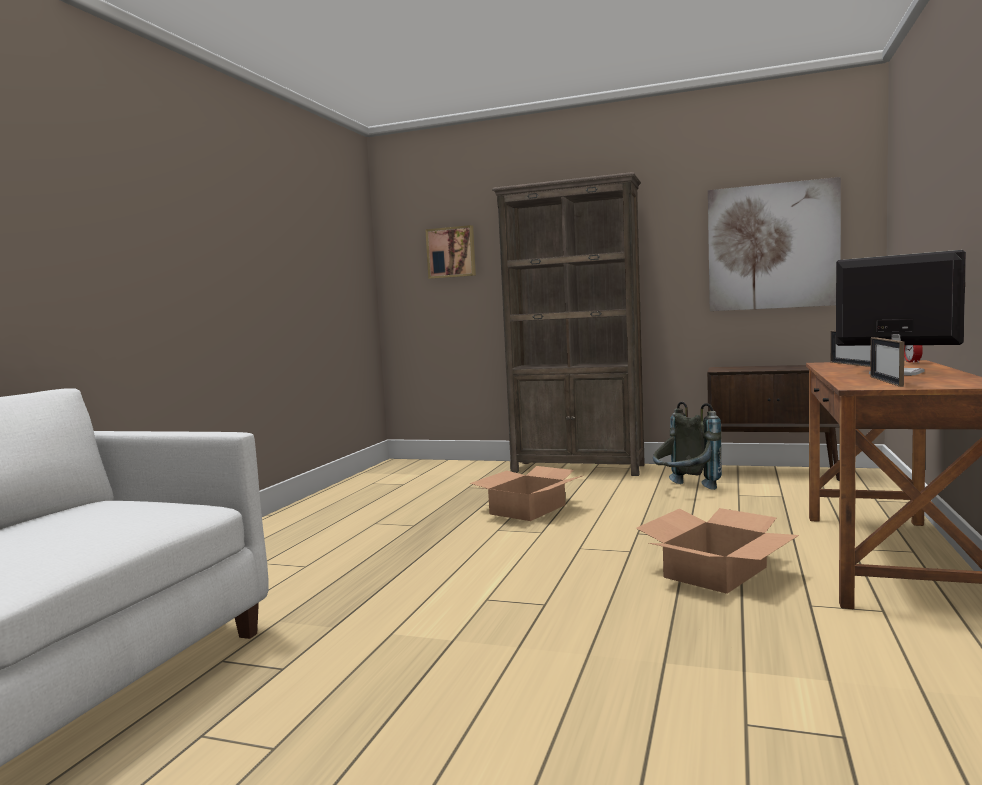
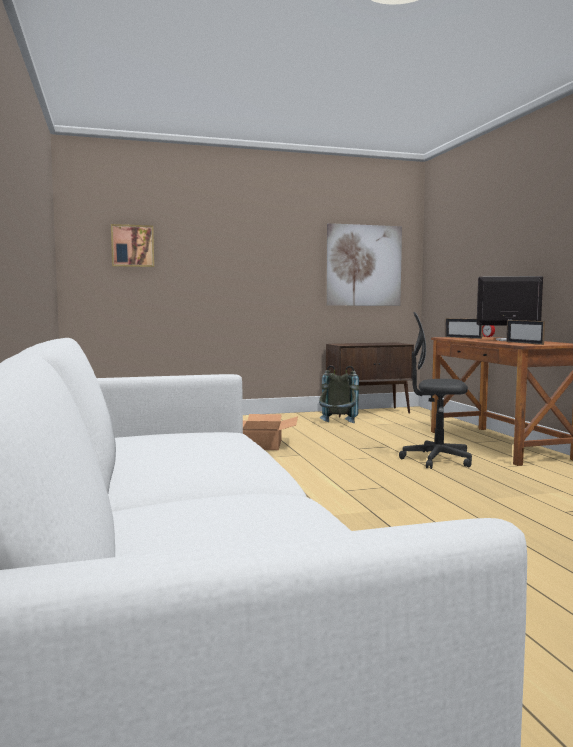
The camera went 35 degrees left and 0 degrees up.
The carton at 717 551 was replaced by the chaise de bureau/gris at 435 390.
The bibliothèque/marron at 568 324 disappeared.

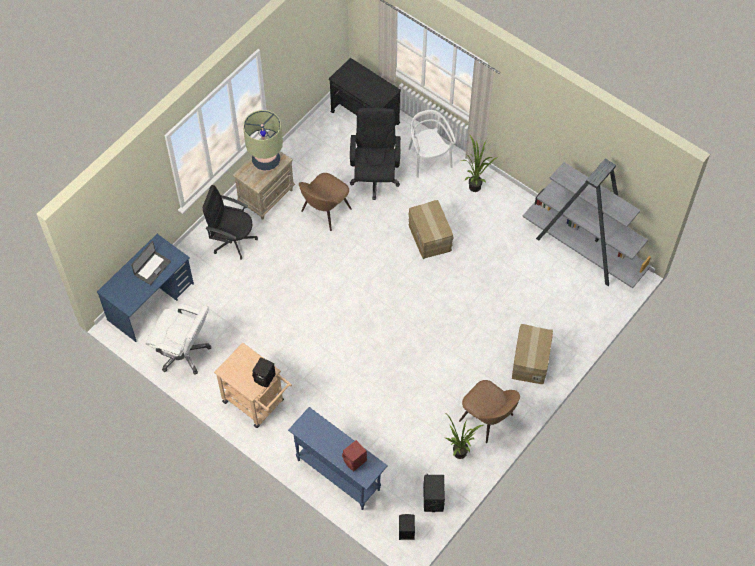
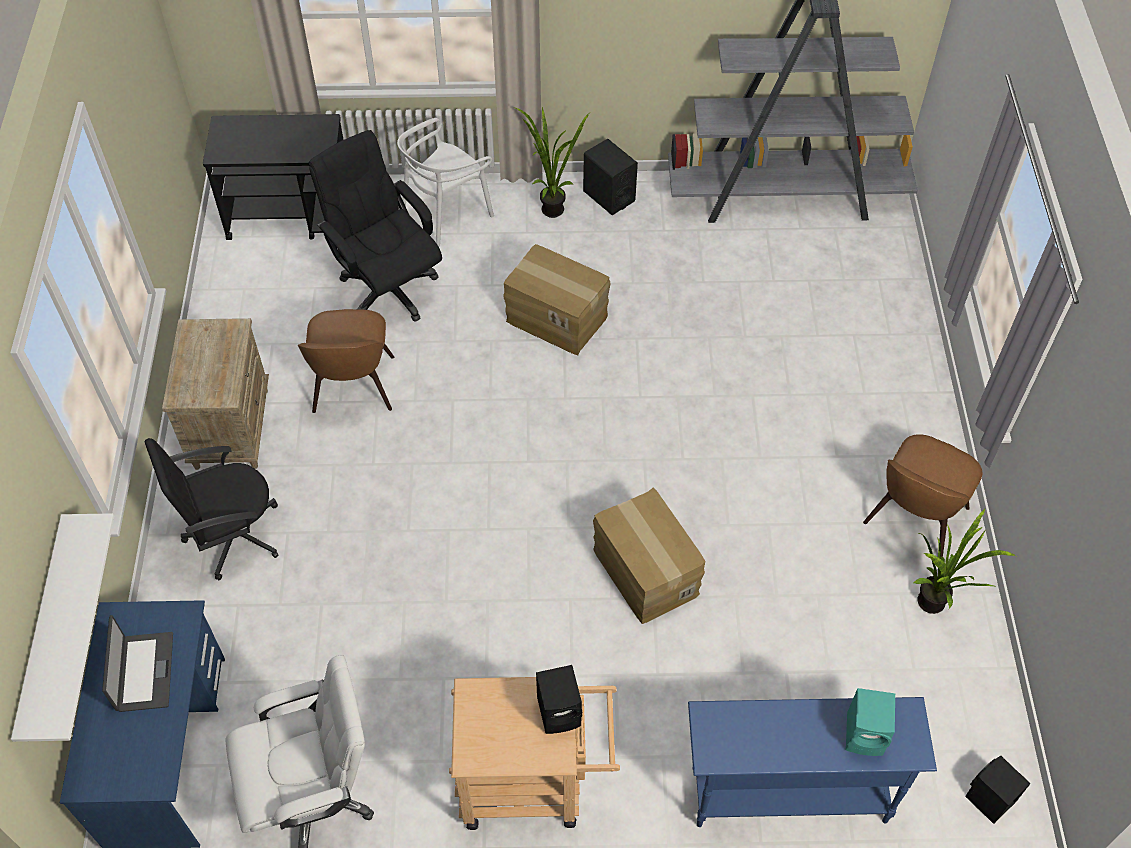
The camera went 40 degrees left and 5 degrees down.
The étagère/blanc at 62 627 appeared.
The chaise/blanc at 432 144 turned 75 degrees counterclockwise.
The enceinte/noir moved from 434 493 to 610 177.
The carton moved from 532 354 to 649 555.
The enceinte/rouge at 354 455 became the enceinte/turquoise at 870 722.
The chaise/marron at 489 411 turned 120 degrees clockwise.
The lampe de table at 263 140 disappeared.

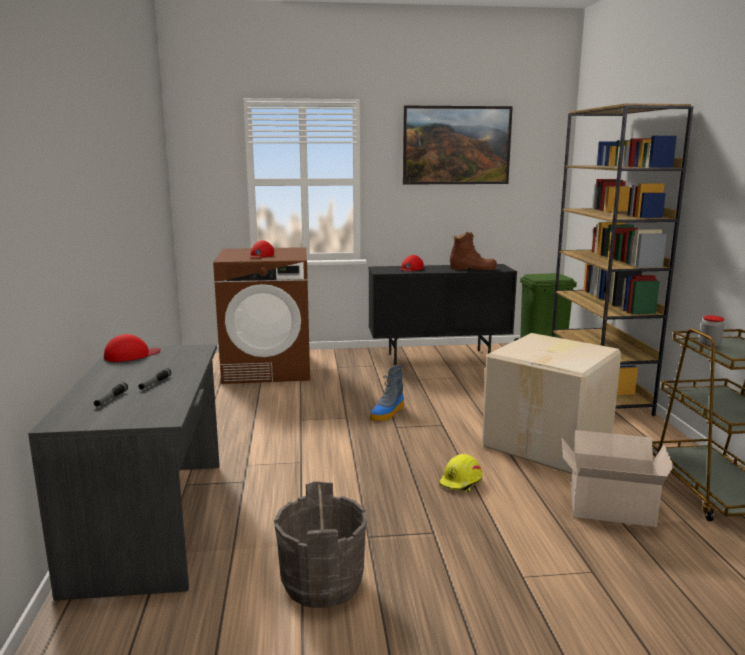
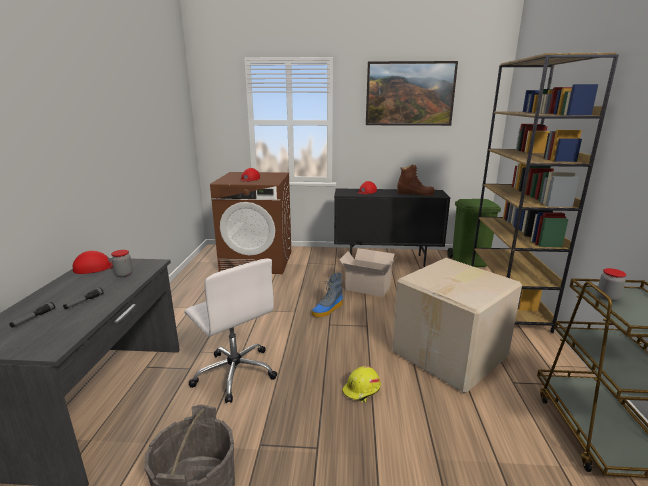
The camera went 10 degrees right and 5 degrees up.
The bocal at 122 263 appeared.
The chaise de bureau/blanc at 230 331 appeared.
The carton moved from 618 478 to 367 272.

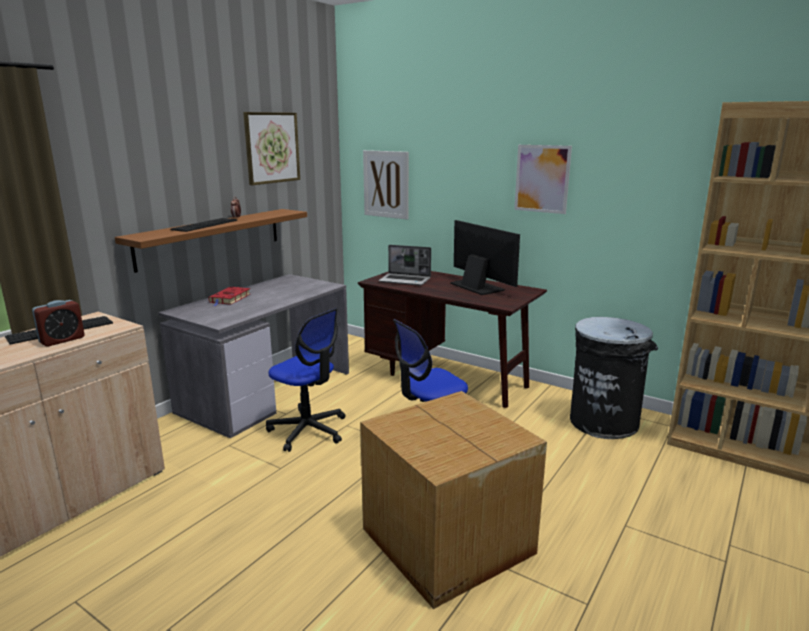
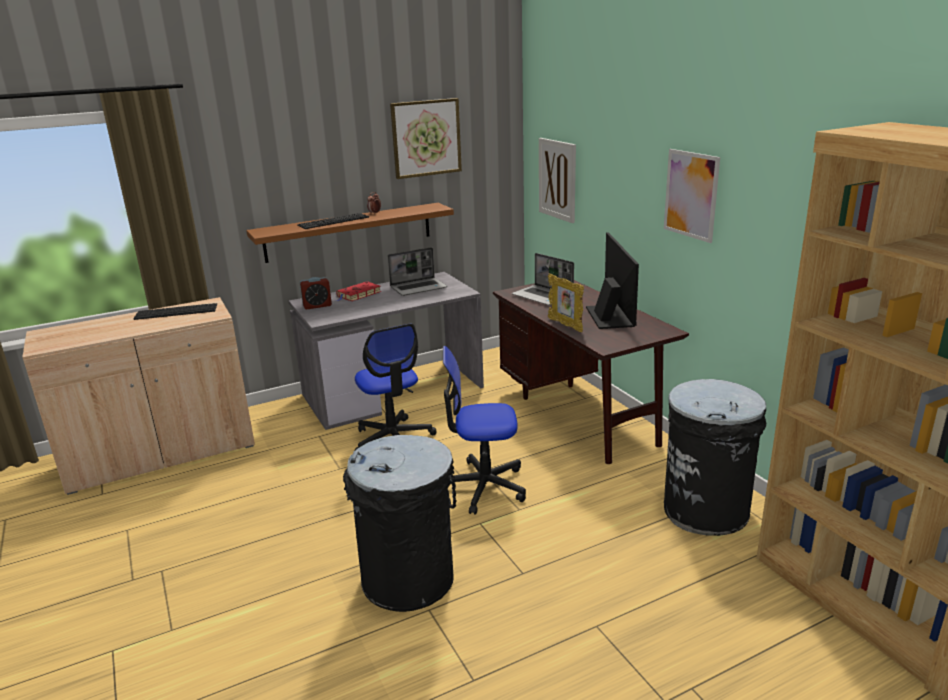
The camera went 30 degrees right and 5 degrees up.
The réveil moved from 58 323 to 316 293.
The carton at 453 500 was replaced by the poubelle/noir at 400 523.
The ordinateur portable at 417 271 appeared.
The cadre photo at 566 302 appeared.

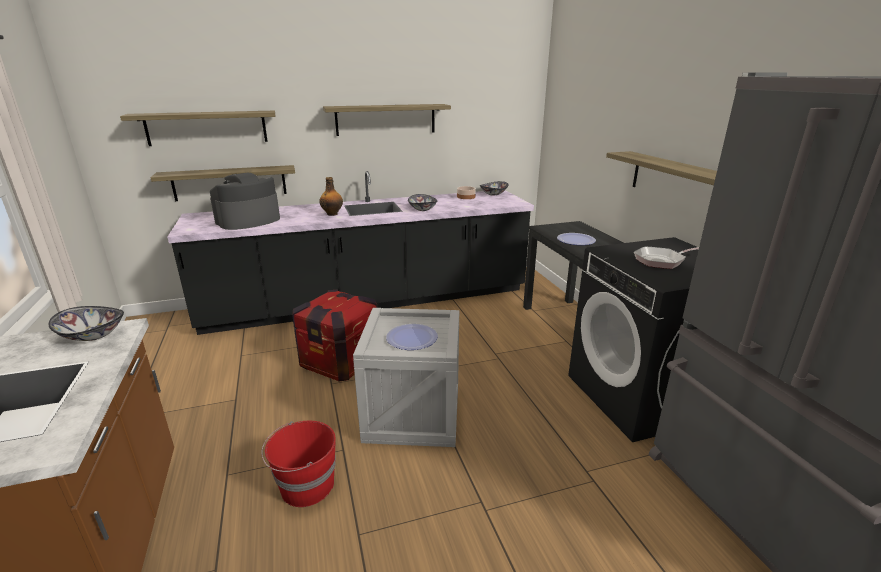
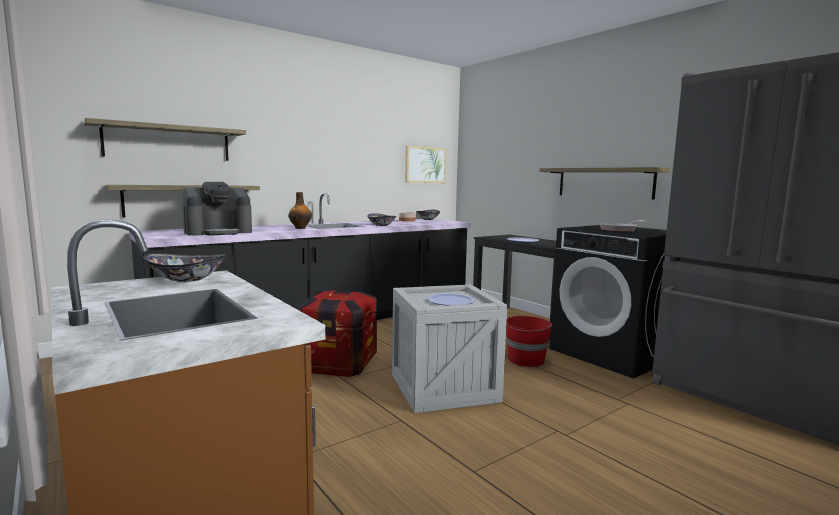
The camera went 20 degrees left and 15 degrees down.
The machine à café at 245 201 turned 150 degrees counterclockwise.
The tableau at 425 164 appeared.
The seau/rouge moved from 298 464 to 529 341.
The étagère at 387 120 disappeared.

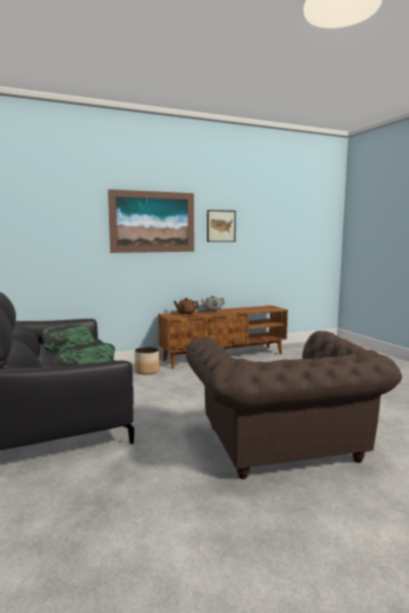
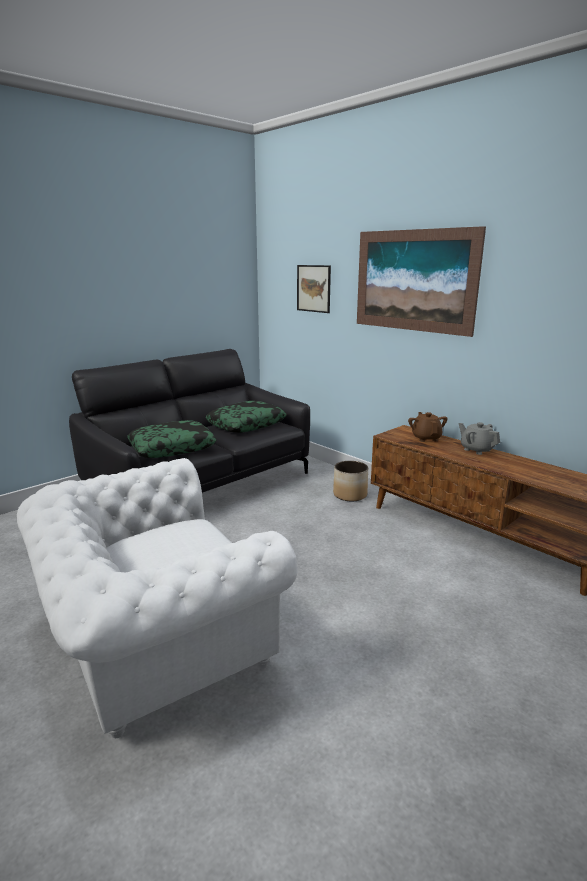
The camera went 70 degrees right and 10 degrees up.
The fauteuil/marron at 294 405 became the fauteuil/blanc at 157 598.
The tableau moved from 221 226 to 314 289.

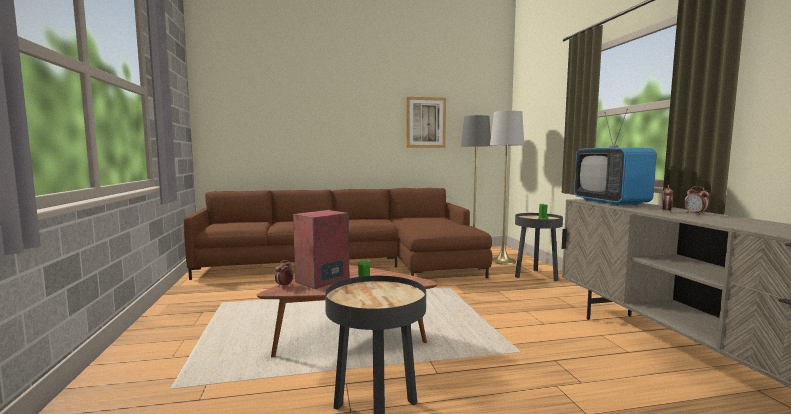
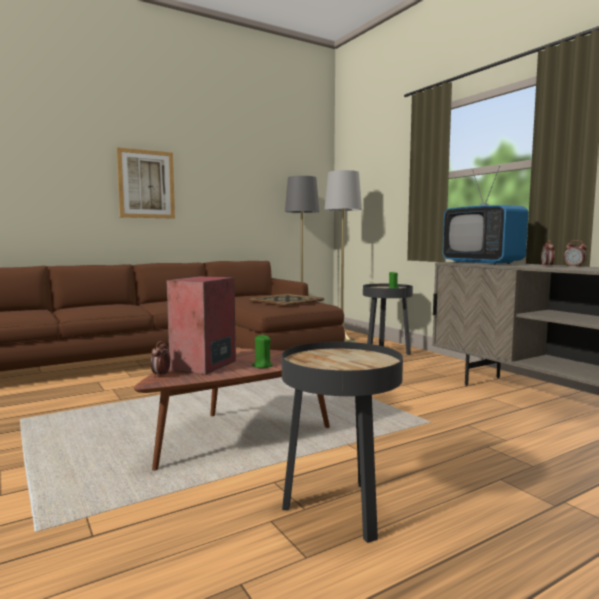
The camera went 20 degrees left and 0 degrees up.
The tableau moved from 426 122 to 146 183.
The plateau at 286 300 appeared.

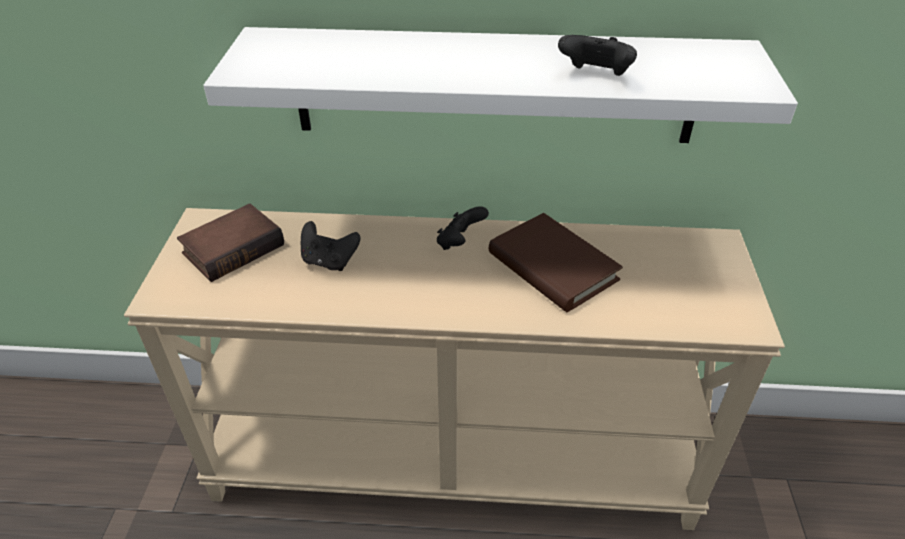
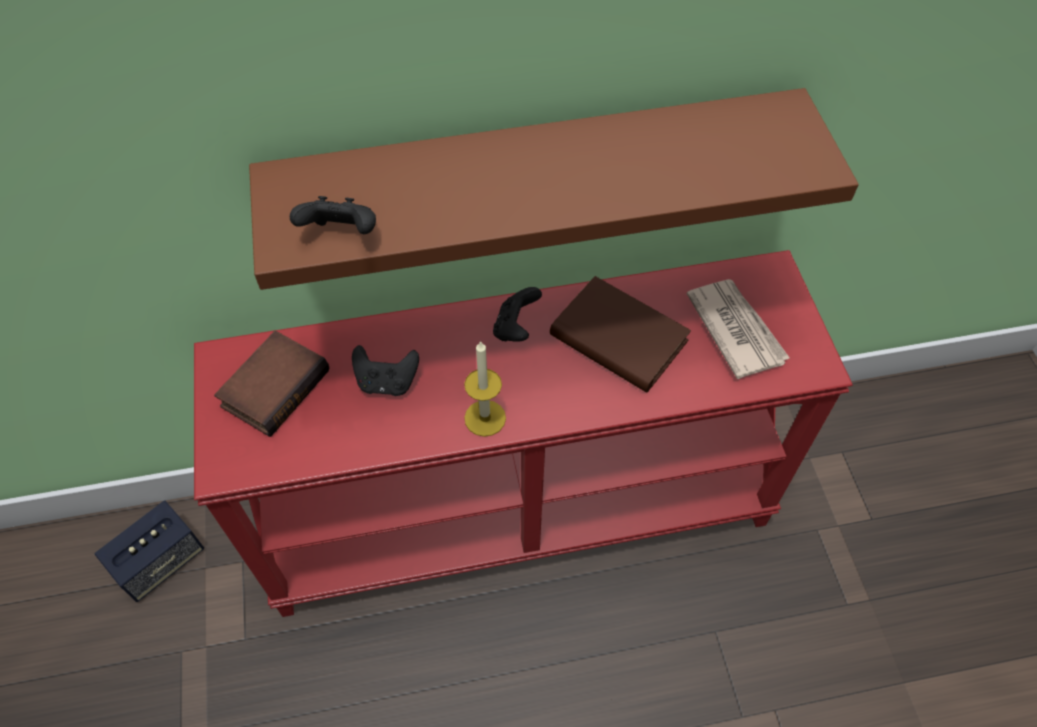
The camera went 15 degrees left and 15 degrees up.
The enceinte at 149 551 appeared.
The table console/beige at 454 369 became the table console/rouge at 523 433.
The étagère/blanc at 500 85 became the étagère/marron at 554 189.
The manette/noir moved from 597 55 to 333 215.
The bougie at 485 388 appeared.
The journal at 738 329 appeared.

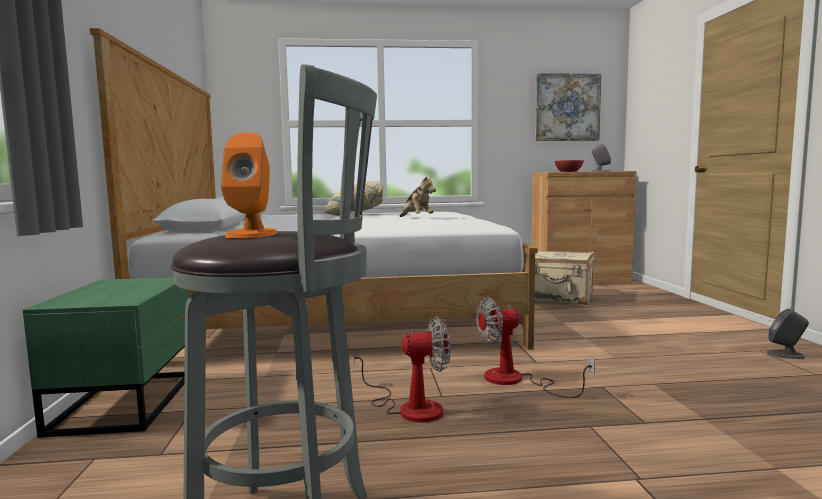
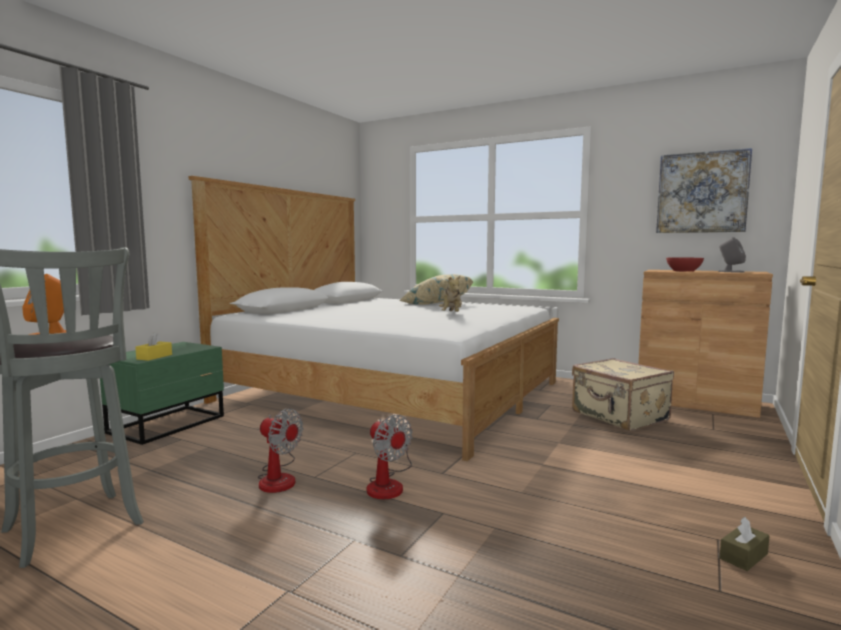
The camera went 35 degrees right and 0 degrees up.
The boîte à mouchoirs/jaune at 153 346 appeared.
The ventilateur at 535 347 turned 150 degrees counterclockwise.
The enceinte/gris at 788 334 was replaced by the boîte à mouchoirs/marron at 744 544.

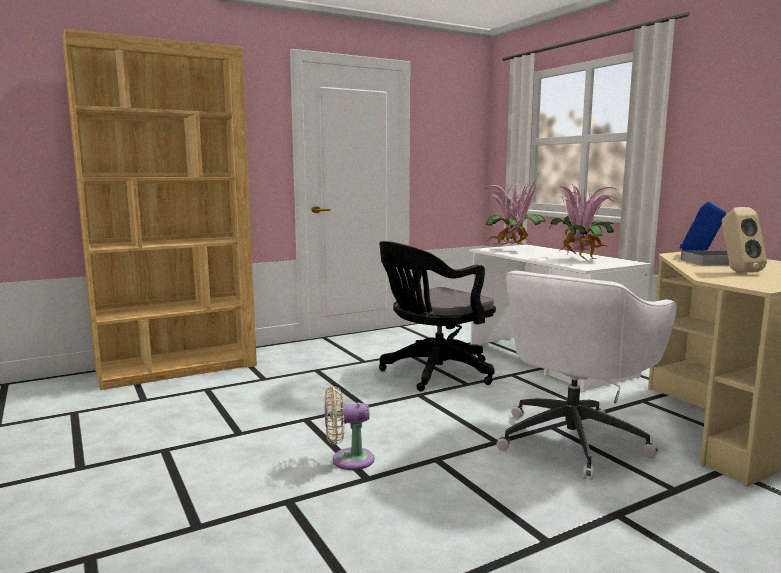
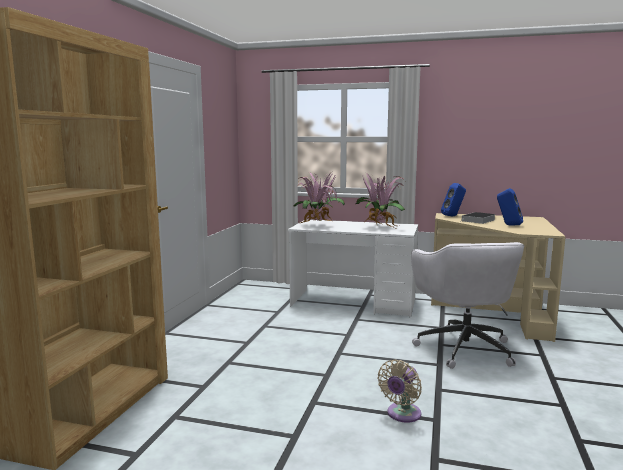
The camera went 45 degrees left and 0 degrees up.
The enceinte/beige at 744 239 became the enceinte/bleu at 510 207.
The chaise de bureau/noir at 437 316 disappeared.

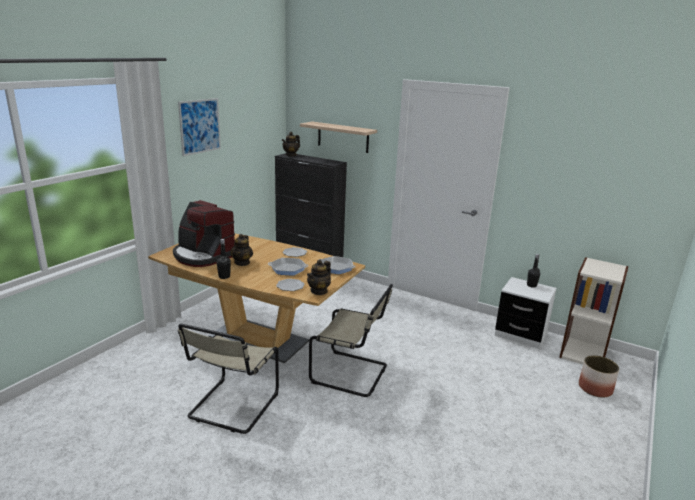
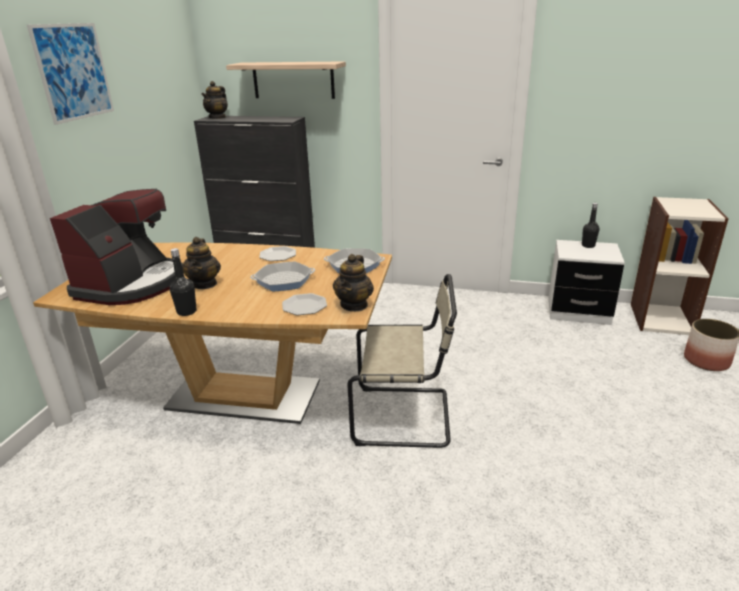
The camera went 15 degrees left and 5 degrees up.
The machine à café at 204 233 turned 90 degrees counterclockwise.
The chaise/beige at 228 379 disappeared.

